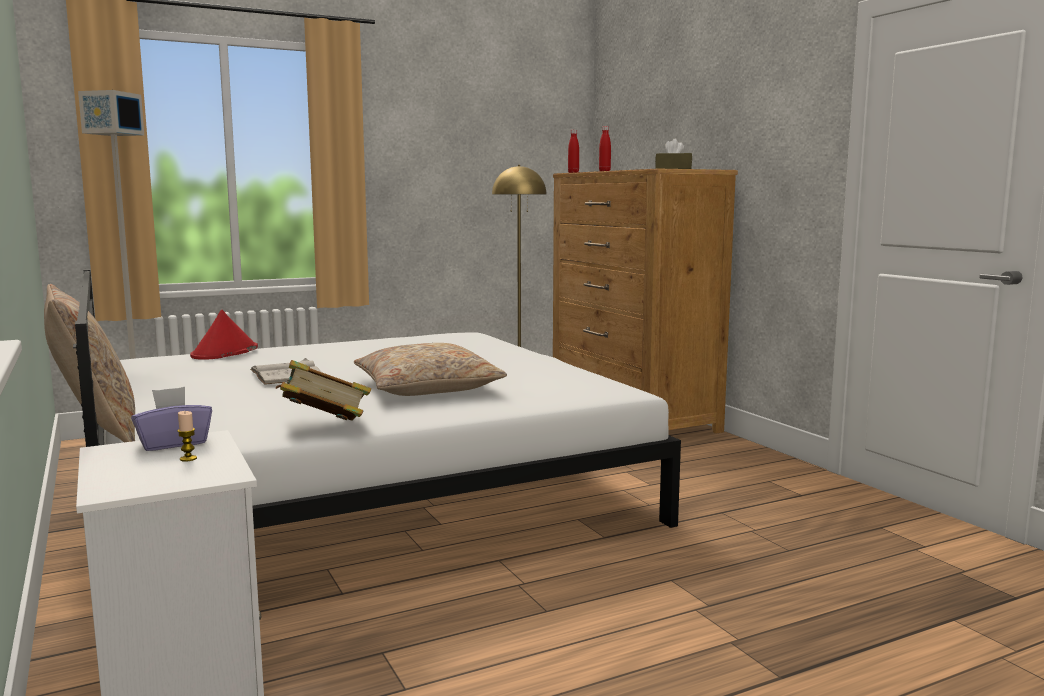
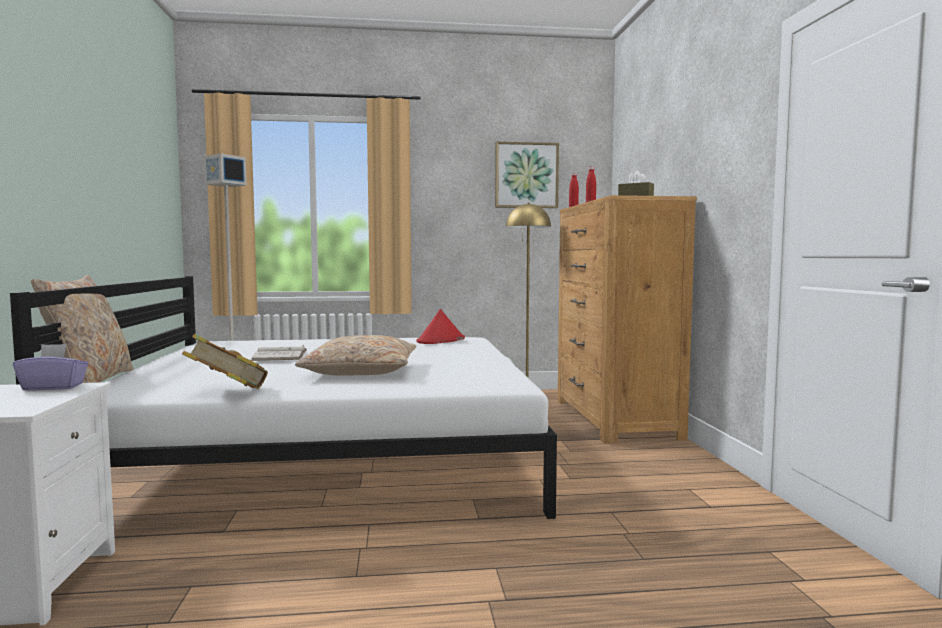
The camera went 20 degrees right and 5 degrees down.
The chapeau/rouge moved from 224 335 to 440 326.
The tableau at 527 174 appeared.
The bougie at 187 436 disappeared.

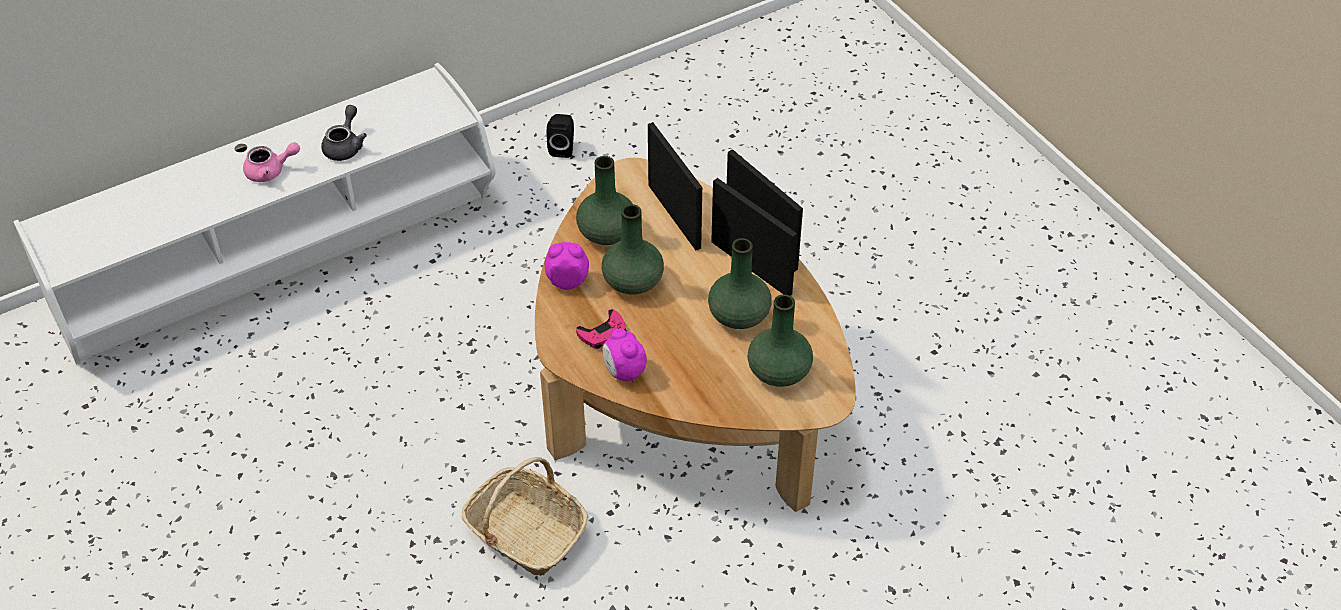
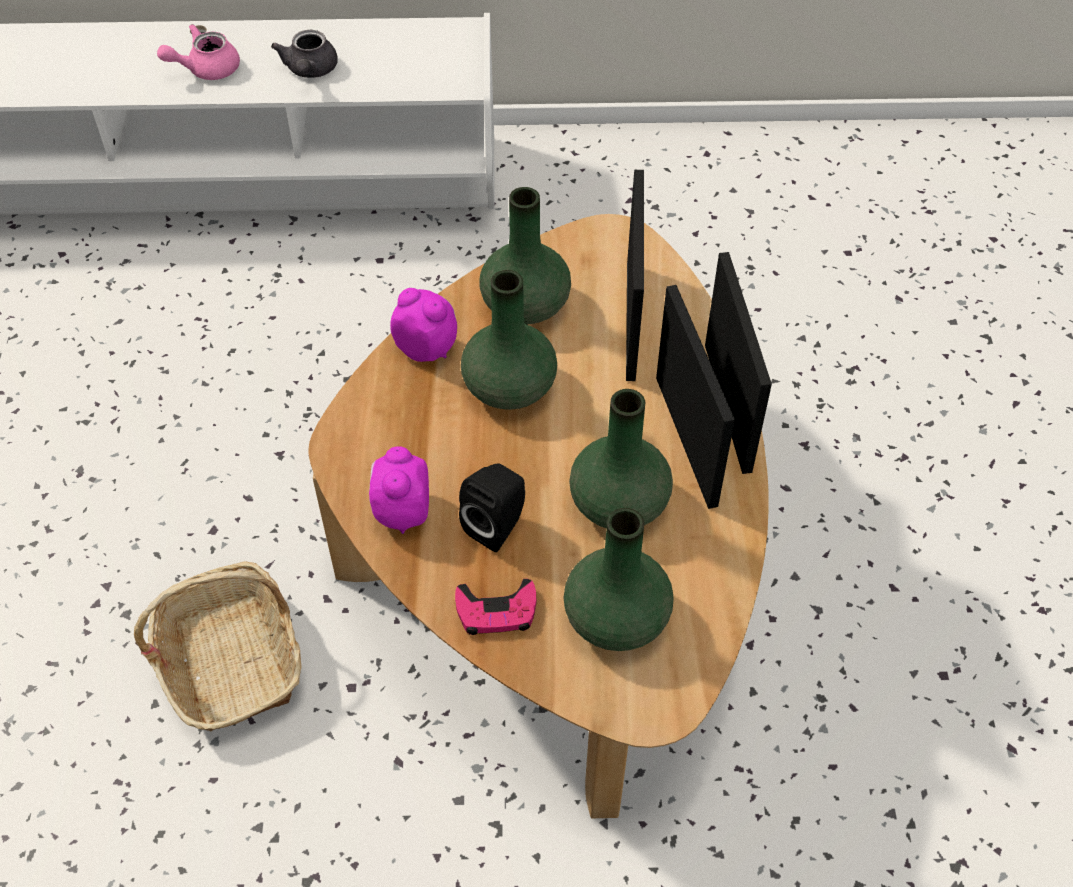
The camera went 30 degrees right and 5 degrees up.
The théière/rose at 271 162 turned 135 degrees clockwise.
The théière/gris at 344 133 turned 135 degrees clockwise.
The manette/rose moved from 601 329 to 495 607.
The enceinte/noir moved from 560 136 to 492 507.

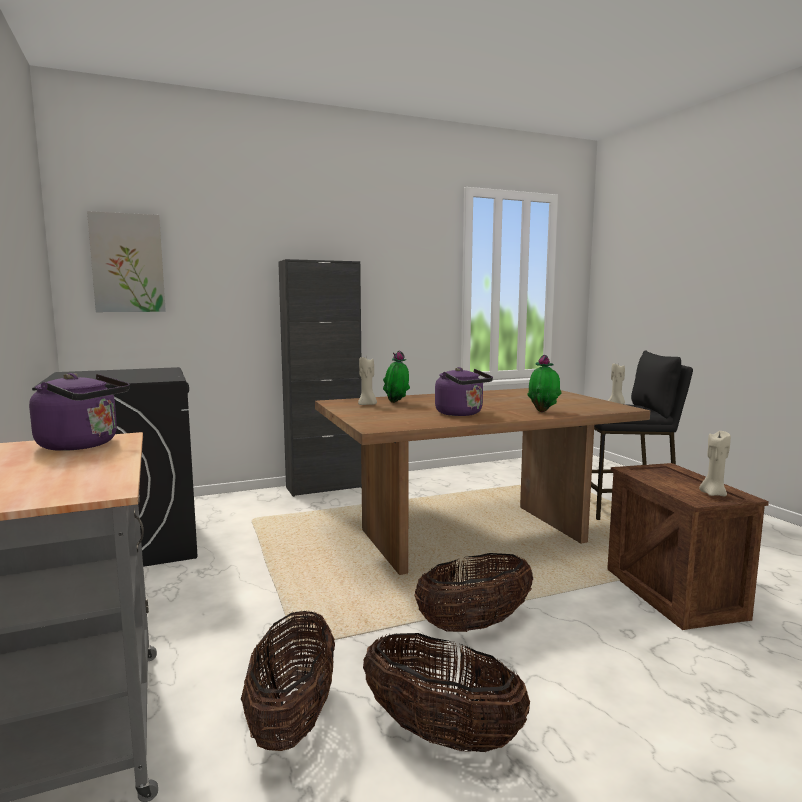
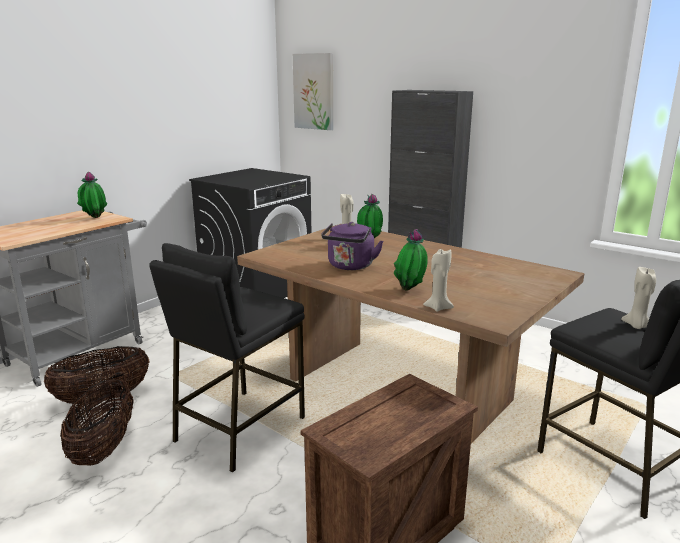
The camera went 60 degrees right and 10 degrees up.
The bouilloire/violet at 79 412 was replaced by the plante en pot at 92 195.
The panier at 474 592 was replaced by the tabouret/noir at 227 357.
The bougie/beige moved from 715 463 to 438 280.

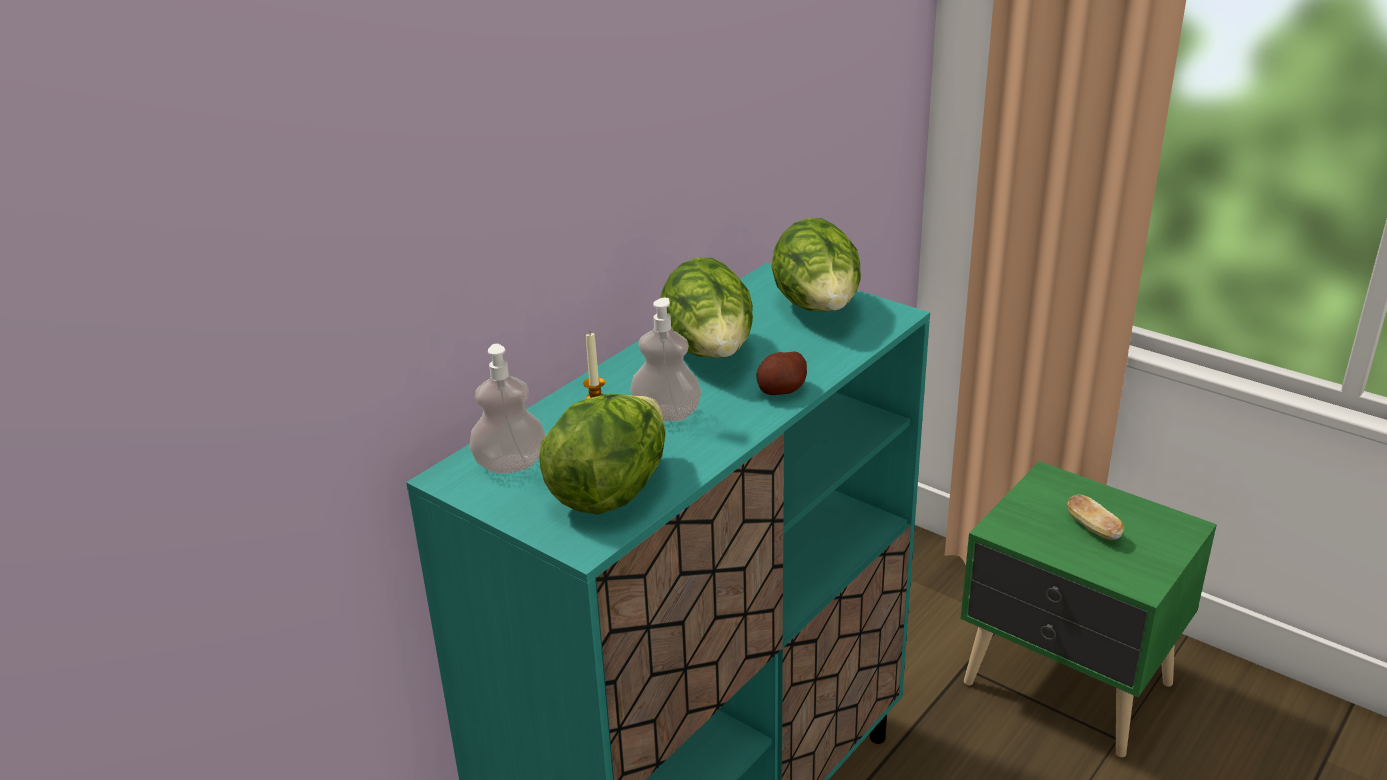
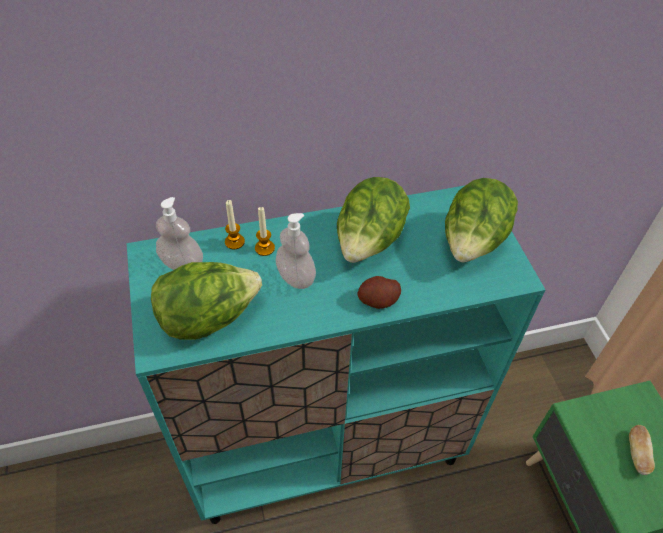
The camera went 35 degrees right and 20 degrees up.
The bougie at 235 224 appeared.

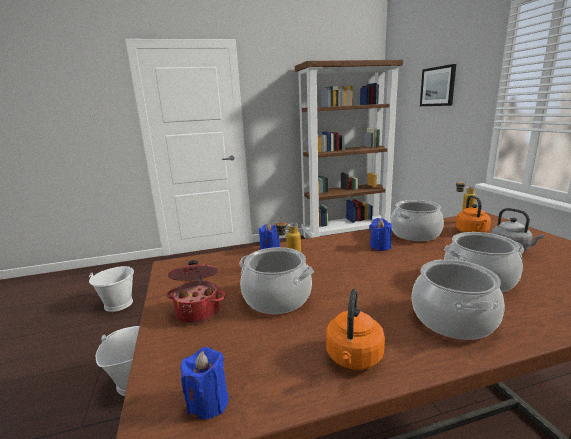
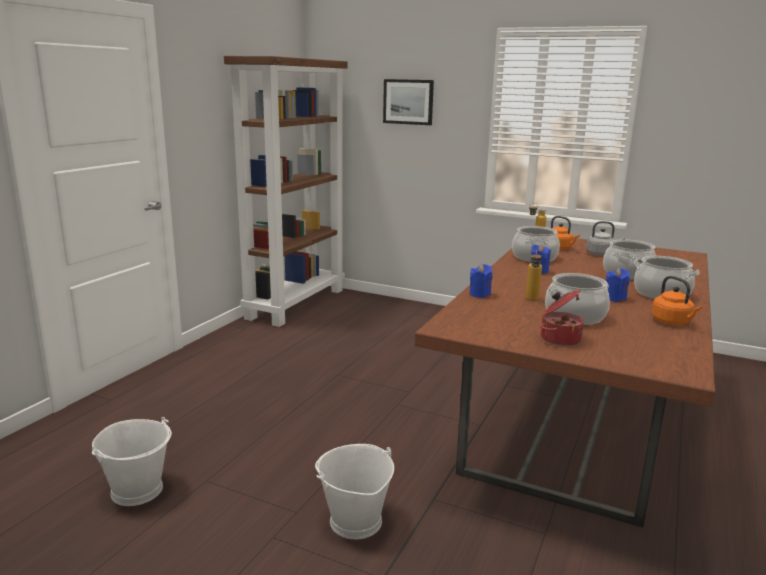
The camera went 50 degrees left and 0 degrees up.
The bougie/bleu moved from 205 383 to 618 285.

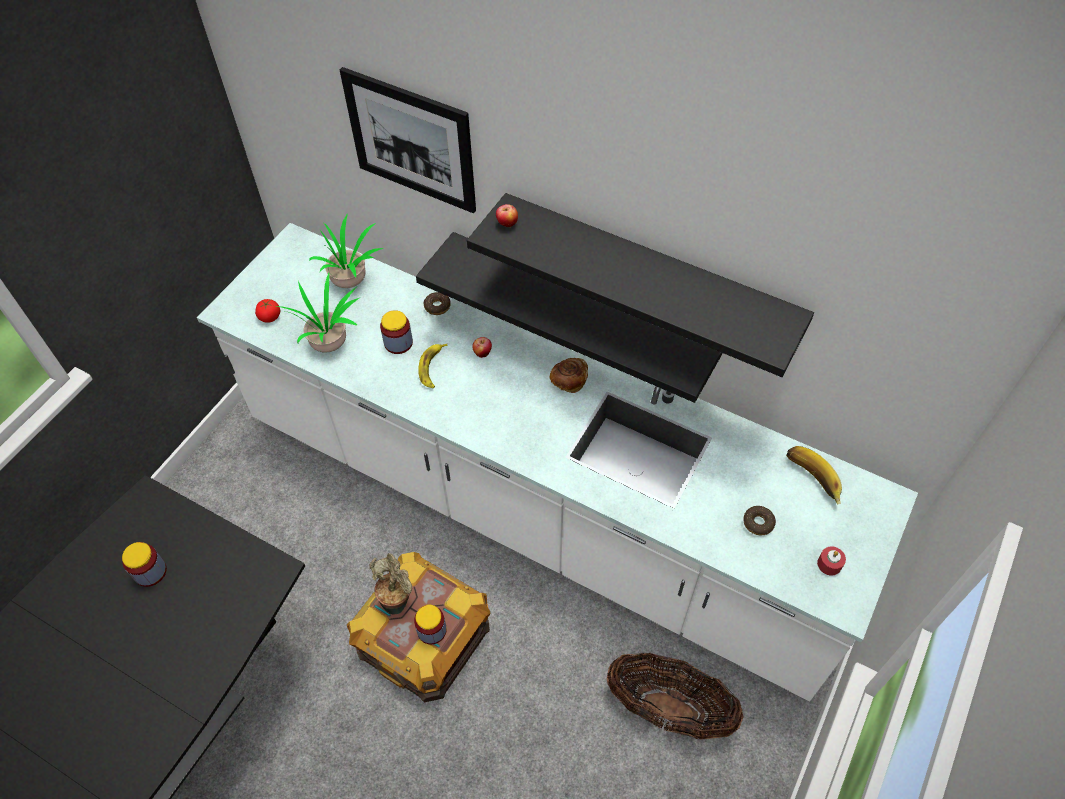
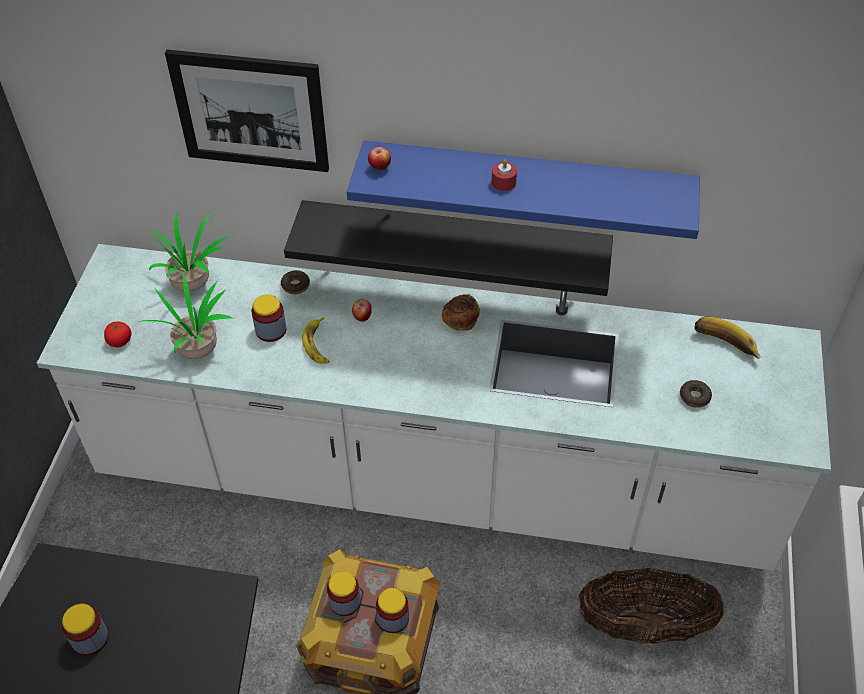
The camera went 20 degrees left and 5 degrees down.
The plante en pot at 391 584 was replaced by the bocal at 344 593.
The étagère/noir at 640 285 became the étagère/bleu at 523 189.
The bougie/rouge moved from 831 560 to 504 175.

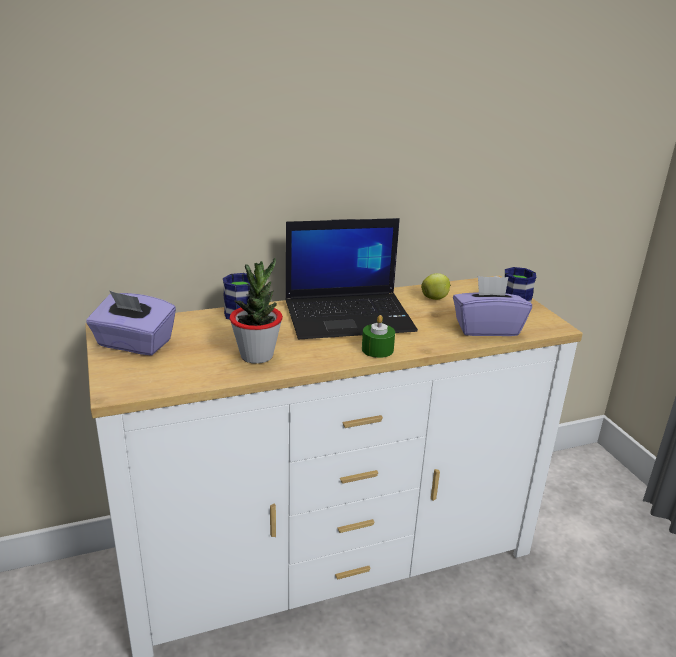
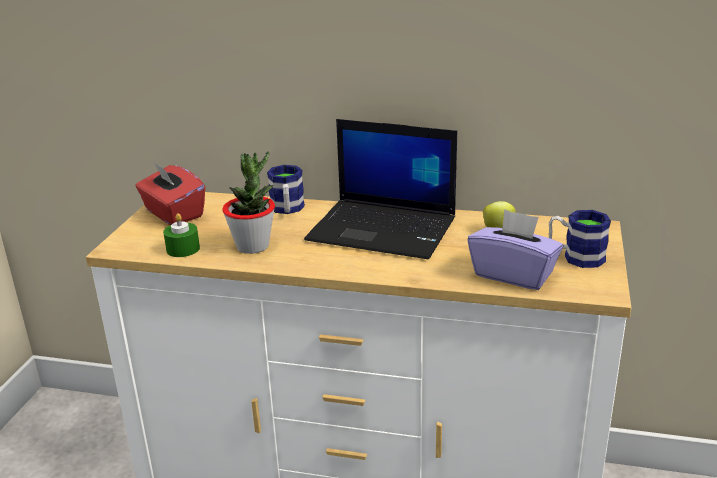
The camera went 35 degrees right and 0 degrees up.
The boîte à mouchoirs/violet at 131 323 became the boîte à mouchoirs/rouge at 170 193.
The bougie/vert moved from 378 336 to 181 235.

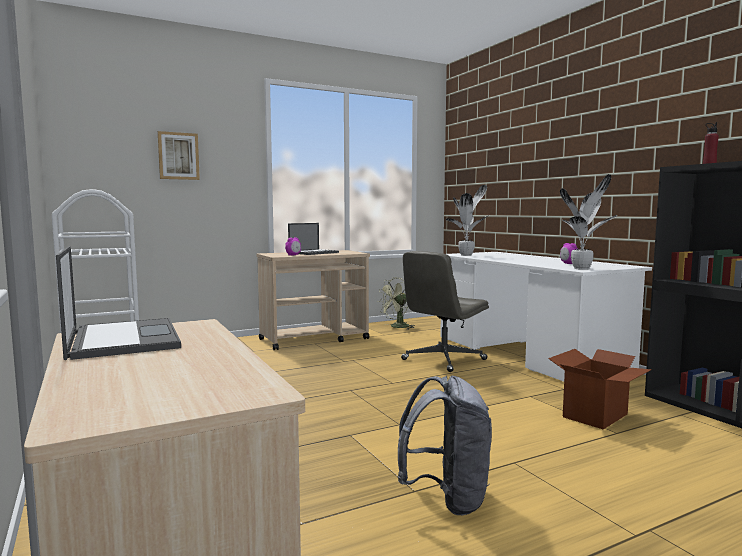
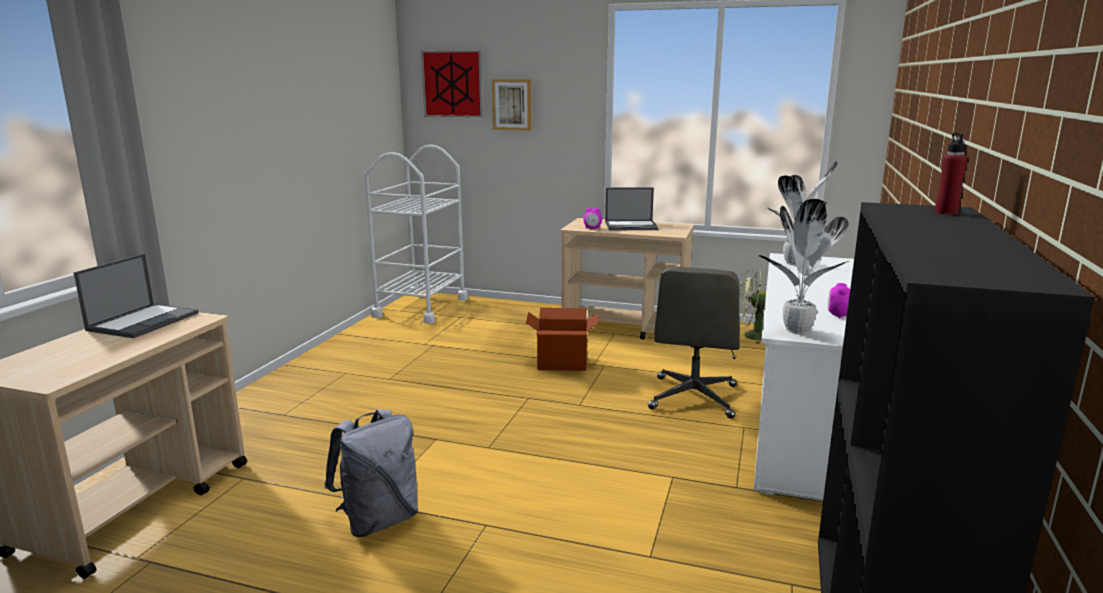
The camera went 45 degrees right and 10 degrees up.
The tableau at 452 83 appeared.
The carton moved from 600 389 to 562 339.
The chaise de bureau/gris at 445 311 turned 75 degrees counterclockwise.

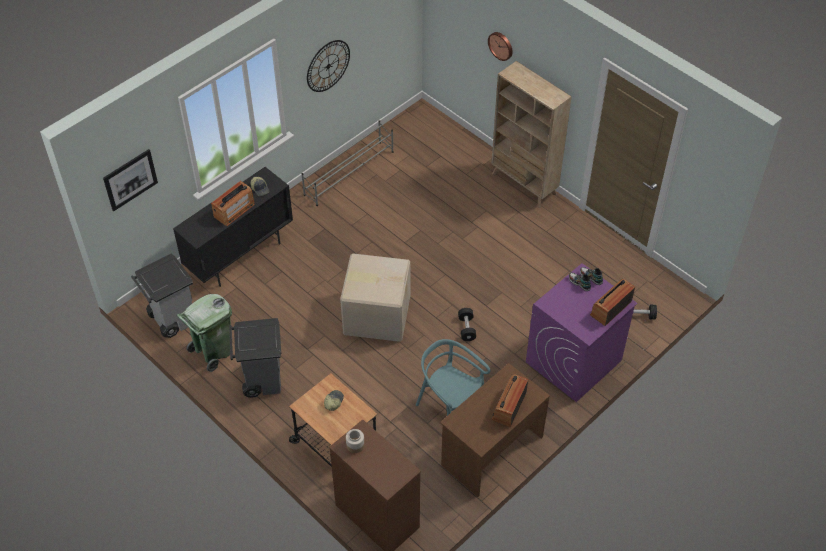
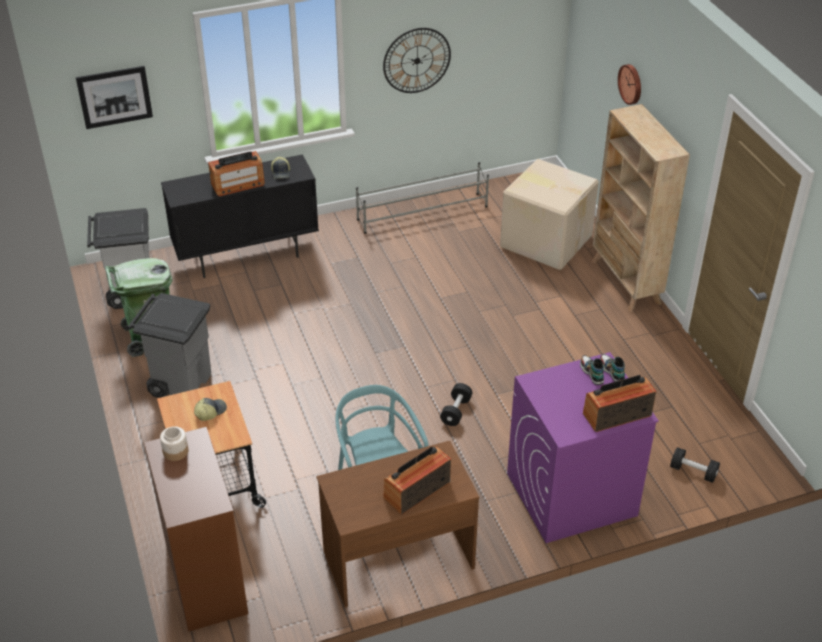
The camera went 25 degrees right and 10 degrees down.
The carton moved from 375 298 to 549 214.

